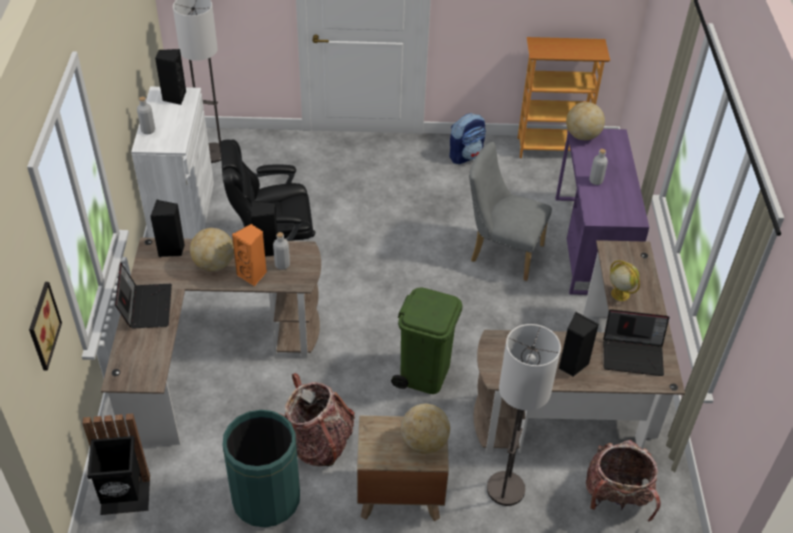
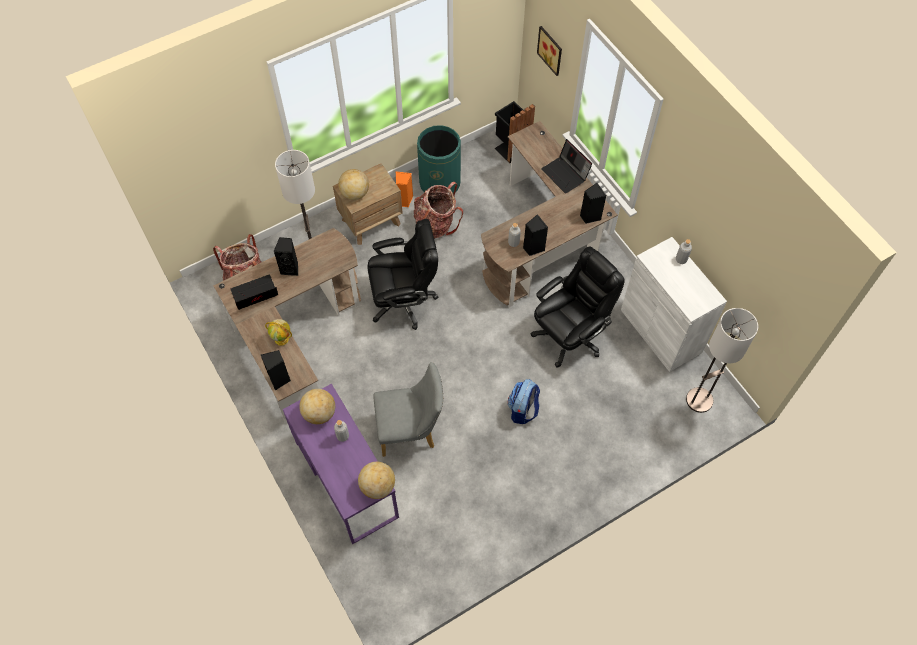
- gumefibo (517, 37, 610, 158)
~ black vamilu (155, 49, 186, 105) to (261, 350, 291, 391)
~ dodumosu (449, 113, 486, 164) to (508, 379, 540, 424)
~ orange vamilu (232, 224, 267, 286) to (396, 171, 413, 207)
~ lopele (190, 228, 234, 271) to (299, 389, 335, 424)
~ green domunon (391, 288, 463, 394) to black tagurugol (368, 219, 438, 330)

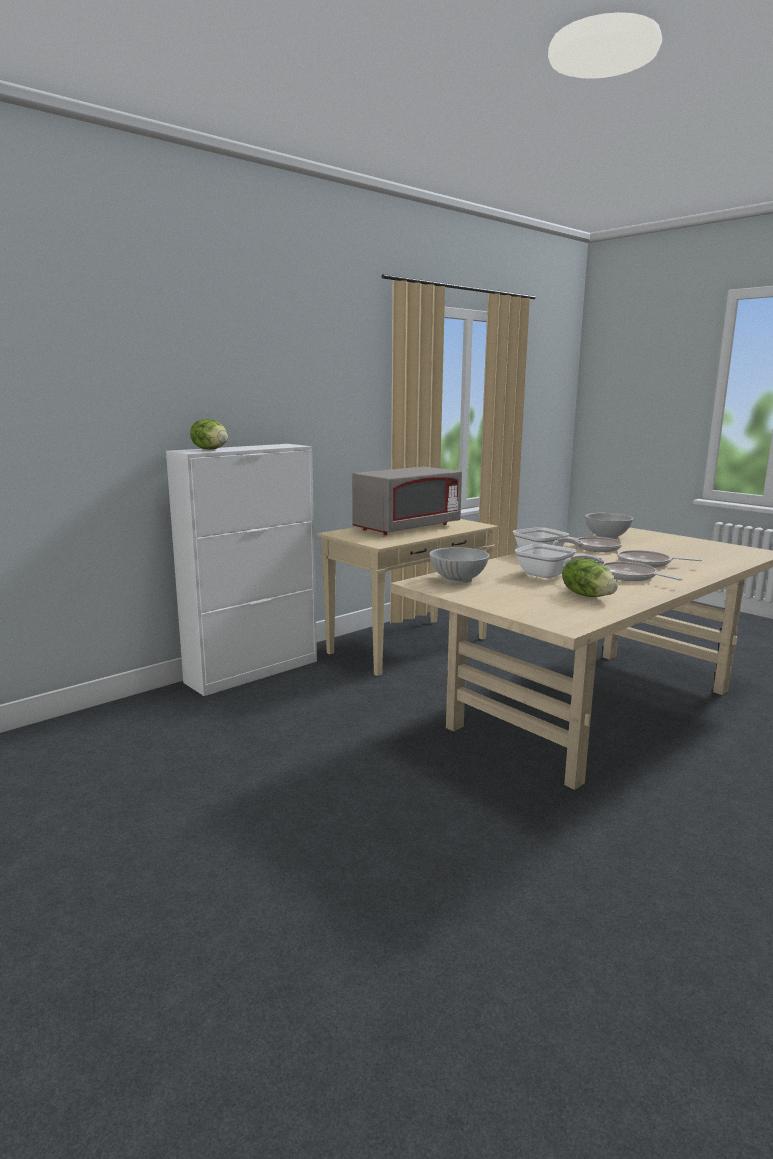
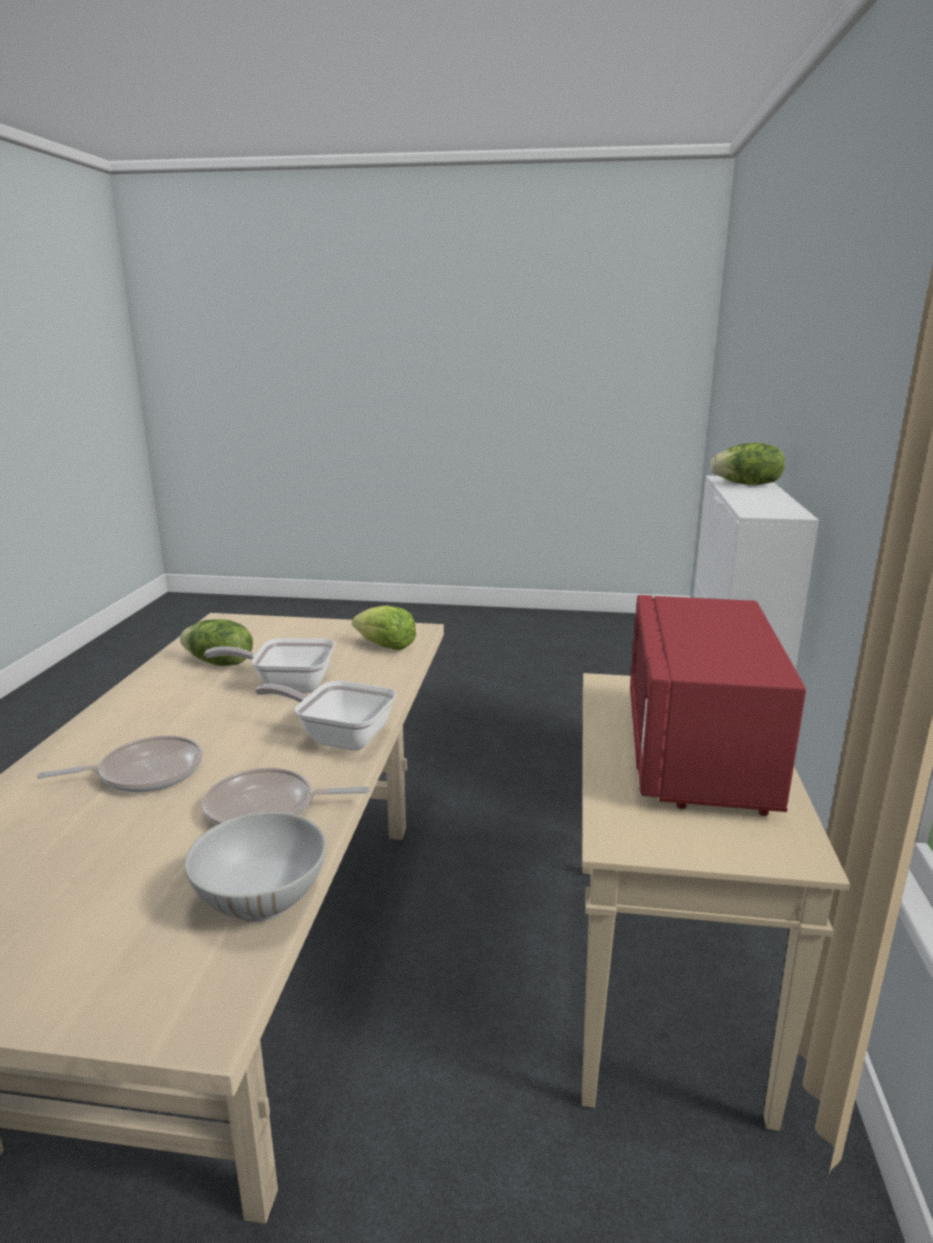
~ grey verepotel (352, 467, 462, 535) to red verepotel (630, 595, 806, 816)
~ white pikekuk (429, 547, 489, 583) to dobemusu (352, 605, 416, 650)
- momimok (603, 562, 683, 581)

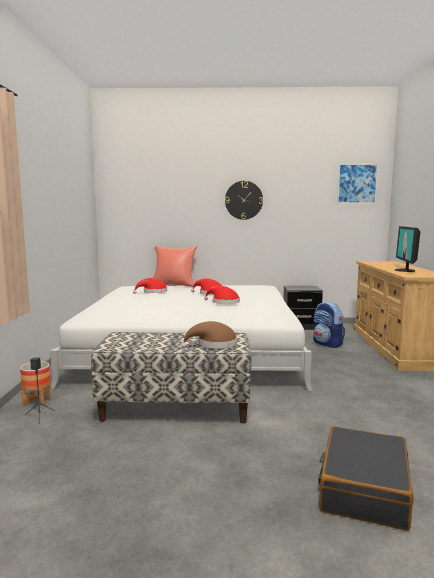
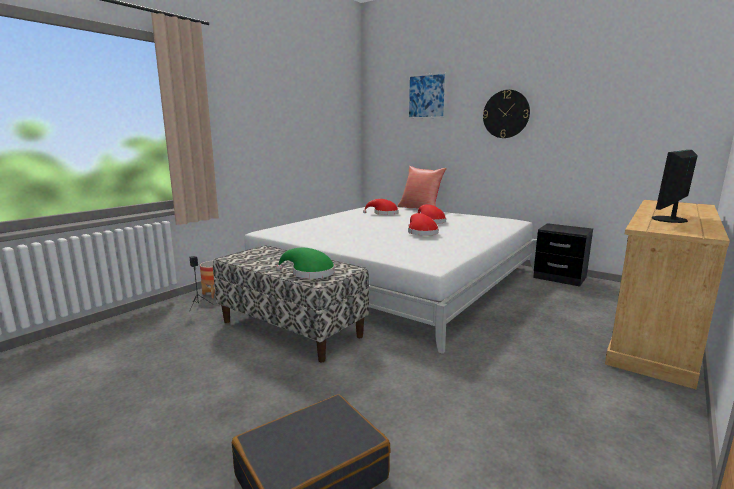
~ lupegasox (337, 164, 378, 204) to (408, 72, 447, 119)
- dodumosu (313, 302, 345, 348)
~ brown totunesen (181, 321, 237, 349) to green totunesen (276, 248, 335, 279)

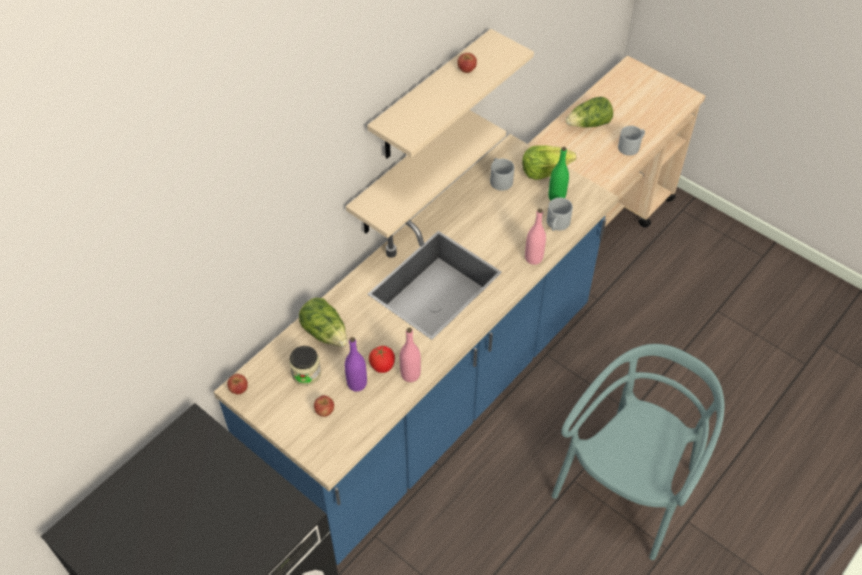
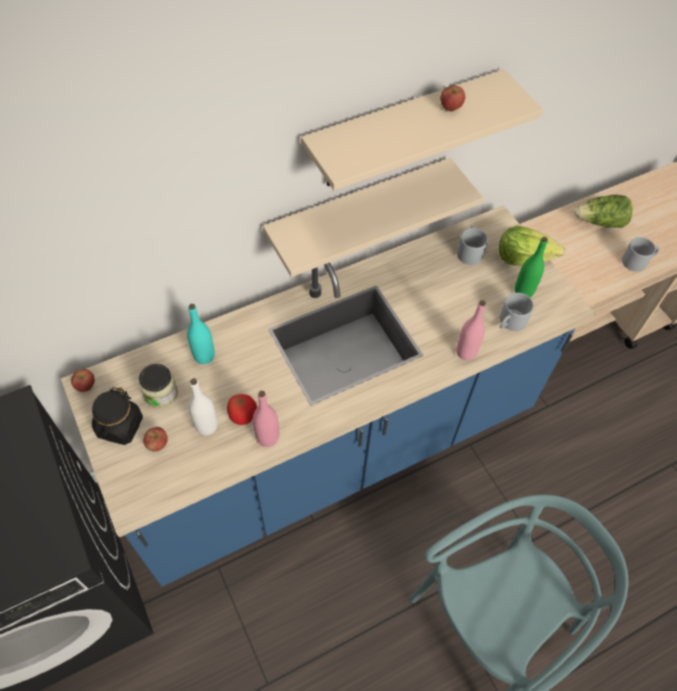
~ dobemusu (299, 298, 347, 347) to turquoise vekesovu (187, 304, 215, 364)
~ purple vekesovu (345, 337, 367, 392) to white vekesovu (189, 378, 218, 435)
+ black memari (92, 387, 143, 445)

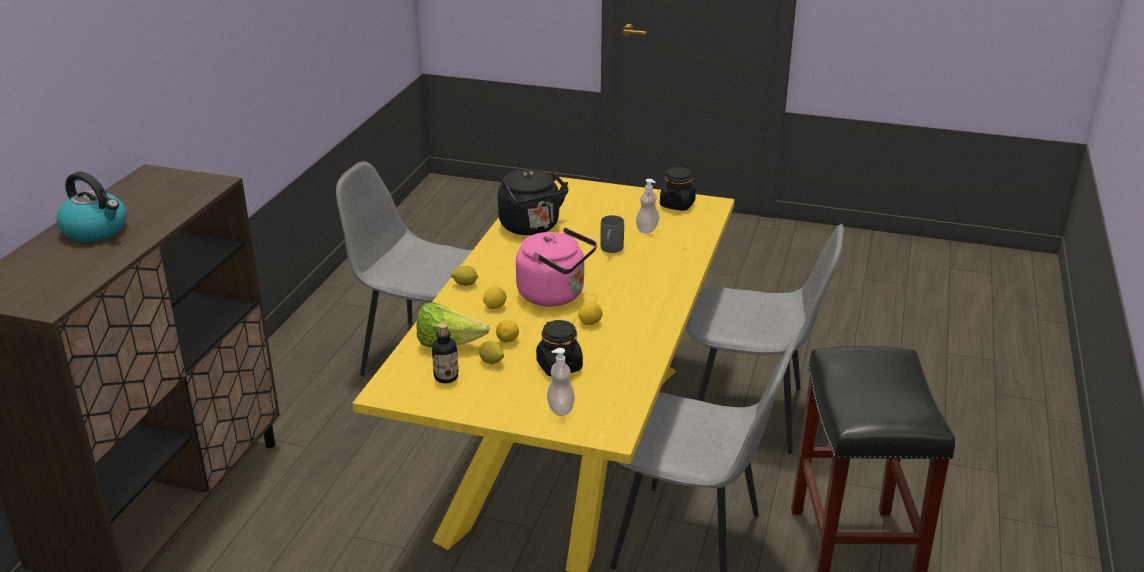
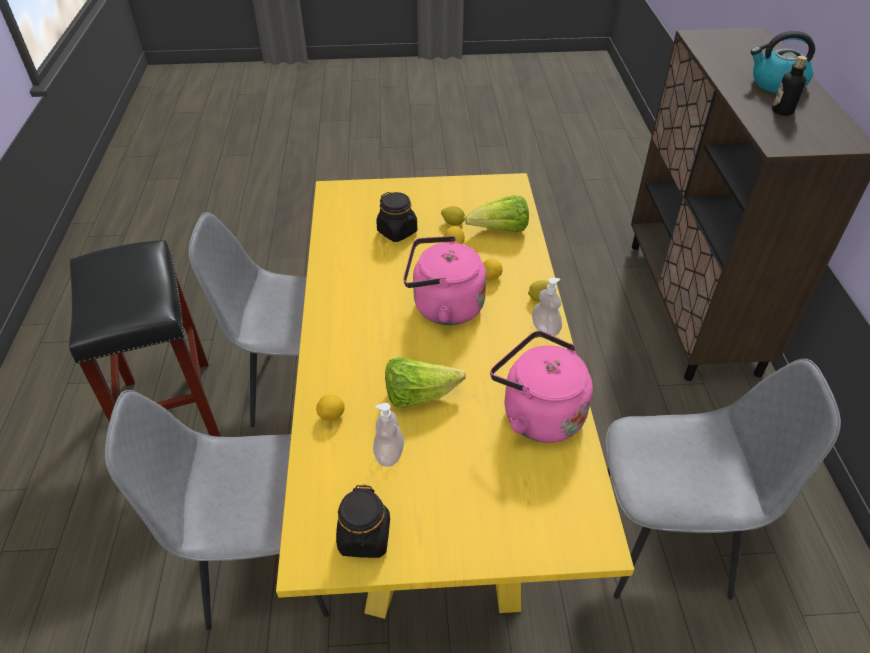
~ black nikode (498, 170, 568, 235) to pink nikode (490, 331, 593, 443)
~ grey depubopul (600, 215, 624, 253) to dobemusu (385, 357, 466, 408)
~ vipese (578, 302, 602, 325) to (316, 395, 345, 421)
~ vekesovu (432, 323, 458, 383) to (772, 56, 807, 116)
~ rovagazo (547, 348, 575, 416) to (532, 278, 562, 336)

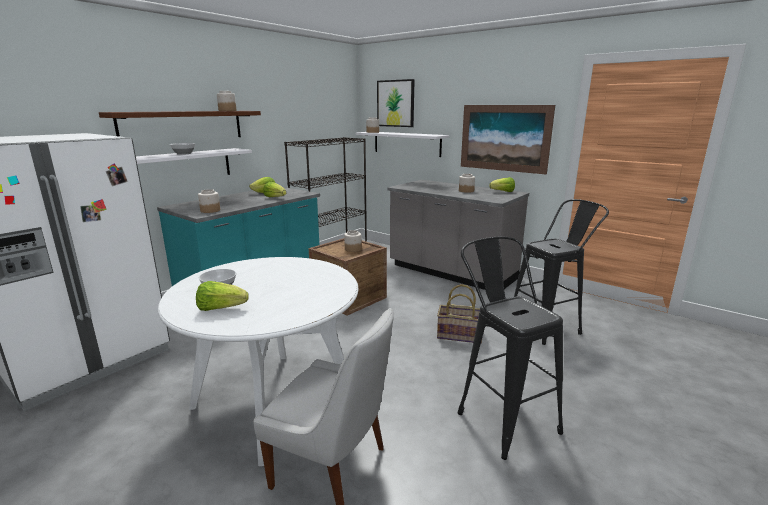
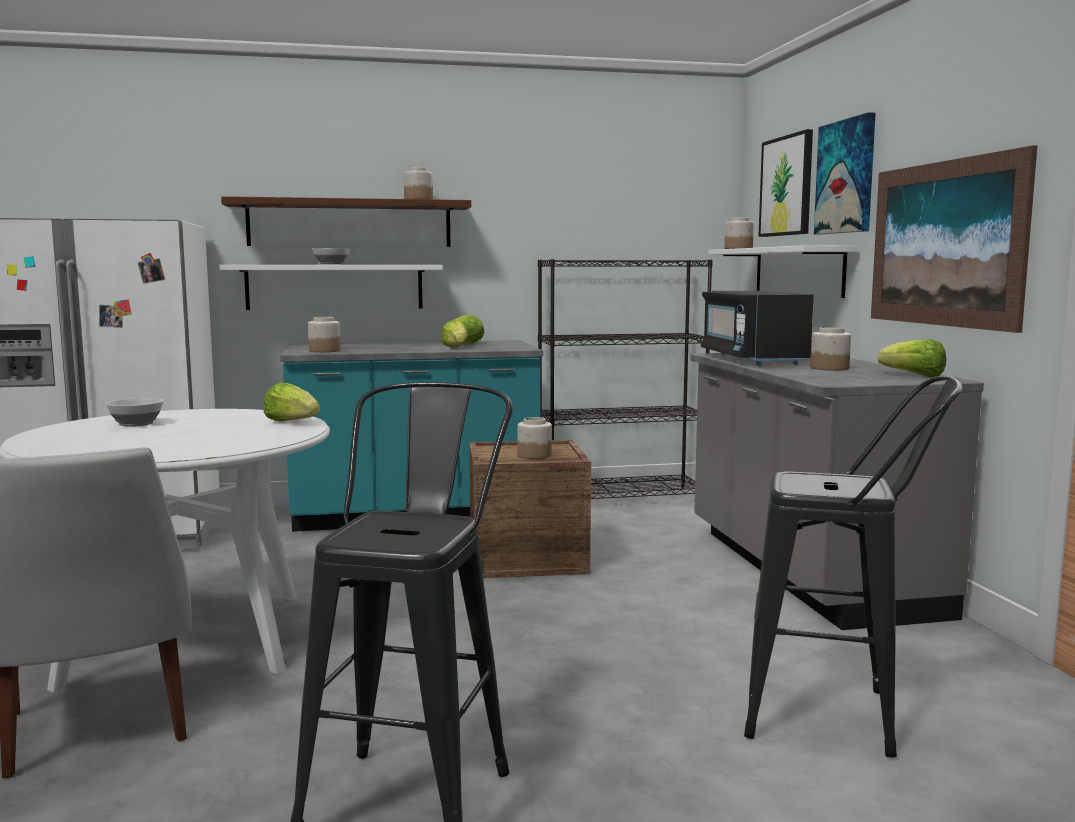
~ dobemusu (196, 281, 249, 311) to (264, 382, 320, 421)
- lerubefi (437, 284, 482, 343)
+ lupegasox (814, 112, 876, 235)
+ black verepotel (701, 291, 814, 365)

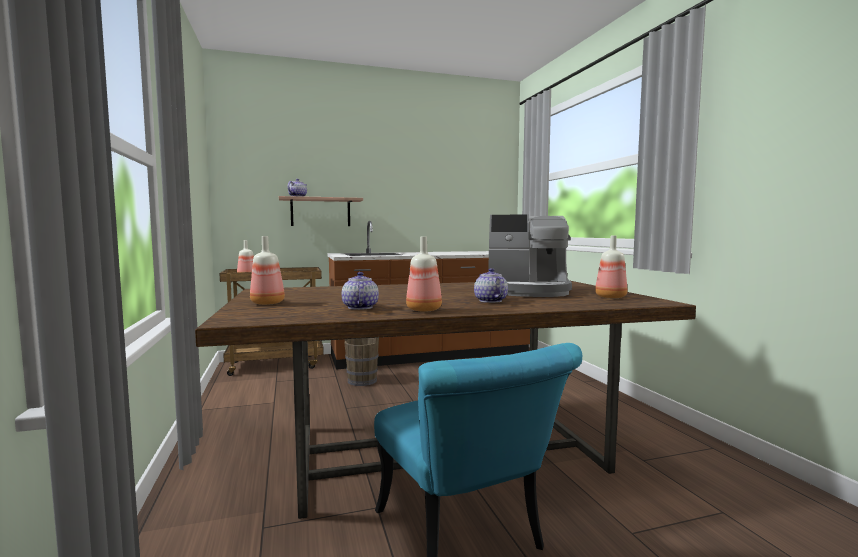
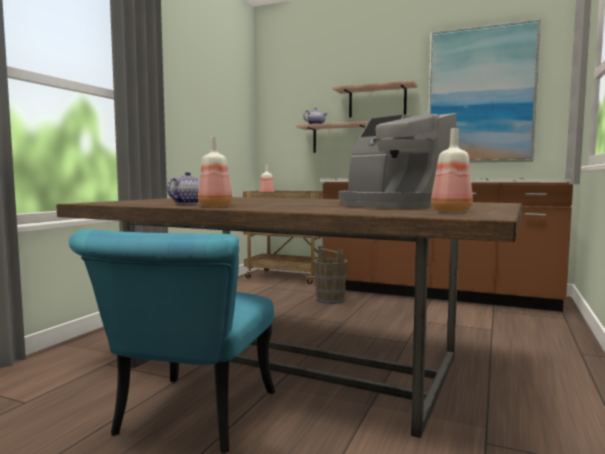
- vekesovu (250, 236, 285, 305)
- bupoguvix (474, 268, 508, 303)
+ lupegasox (428, 19, 541, 162)
+ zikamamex (333, 80, 418, 117)

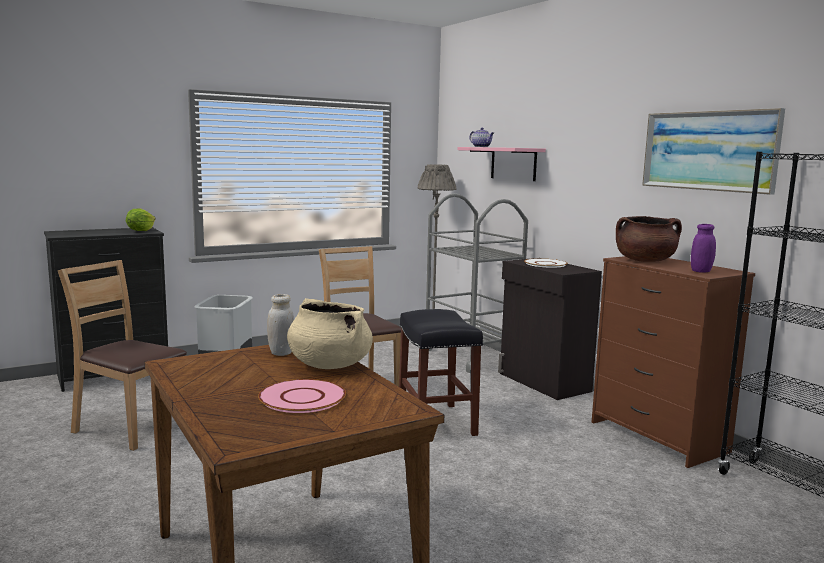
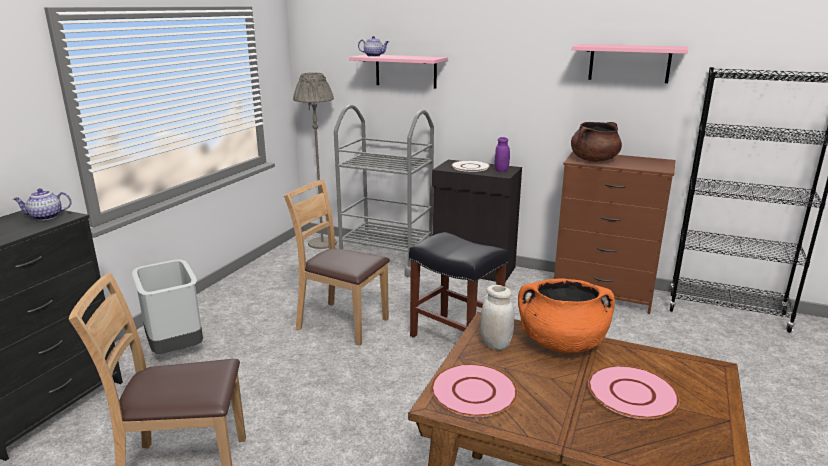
~ lupegasox (642, 108, 785, 195) to pink zikamamex (572, 44, 688, 83)
~ dobemusu (126, 209, 156, 231) to bupoguvix (13, 188, 72, 220)
~ purple memari (691, 224, 716, 273) to (495, 137, 510, 172)
~ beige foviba (287, 298, 373, 369) to orange foviba (518, 279, 615, 354)
+ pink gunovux (431, 364, 518, 417)

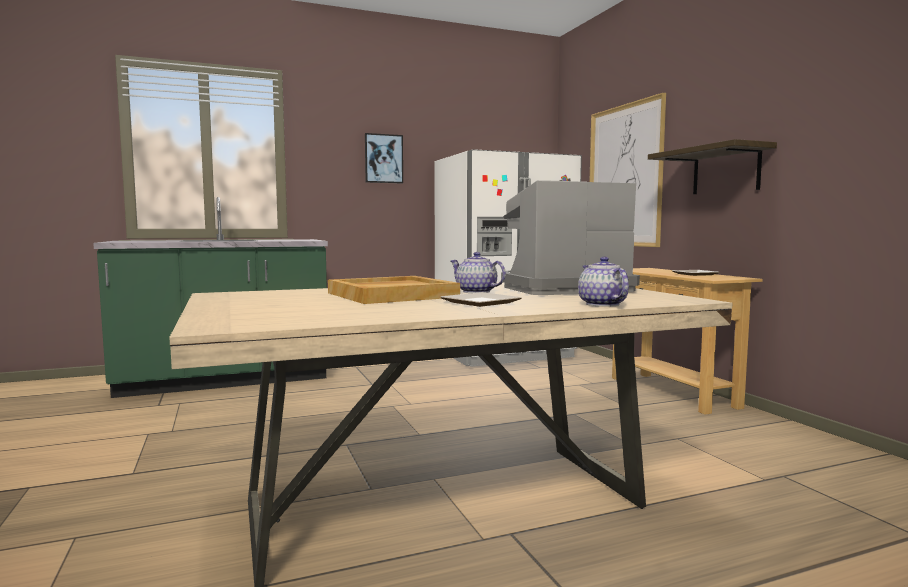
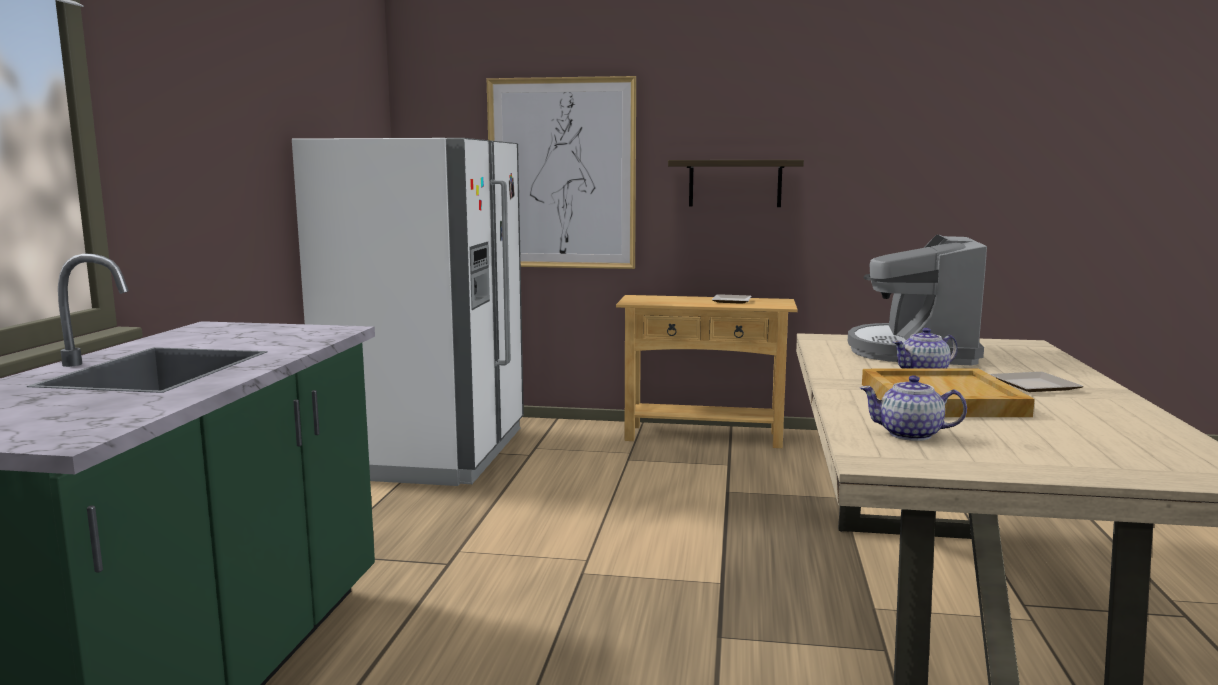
- lupegasox (365, 133, 403, 184)
~ bupoguvix (578, 257, 629, 307) to (860, 375, 967, 441)

